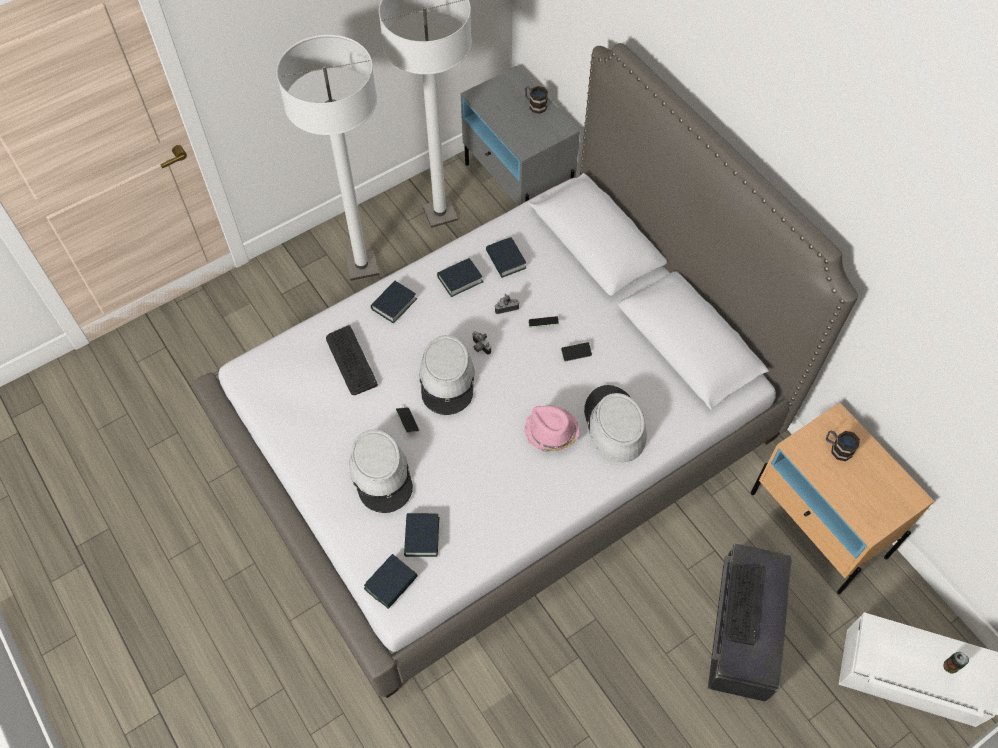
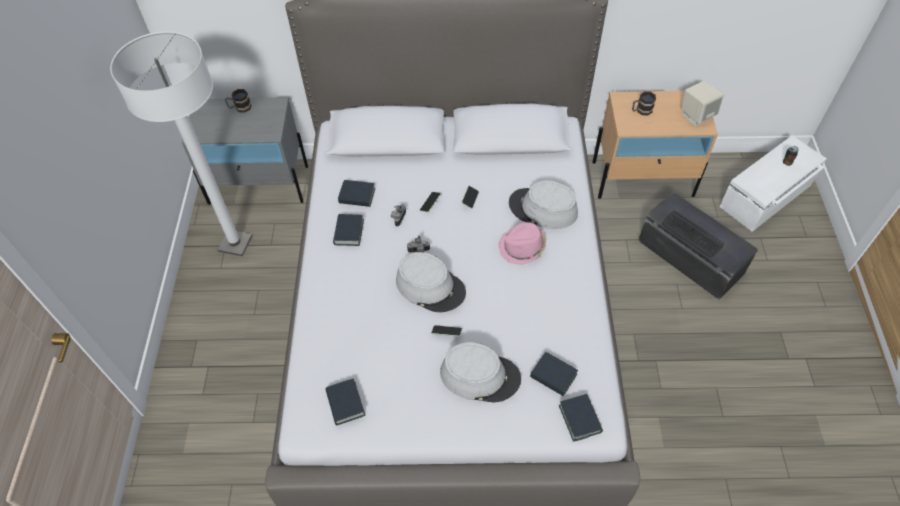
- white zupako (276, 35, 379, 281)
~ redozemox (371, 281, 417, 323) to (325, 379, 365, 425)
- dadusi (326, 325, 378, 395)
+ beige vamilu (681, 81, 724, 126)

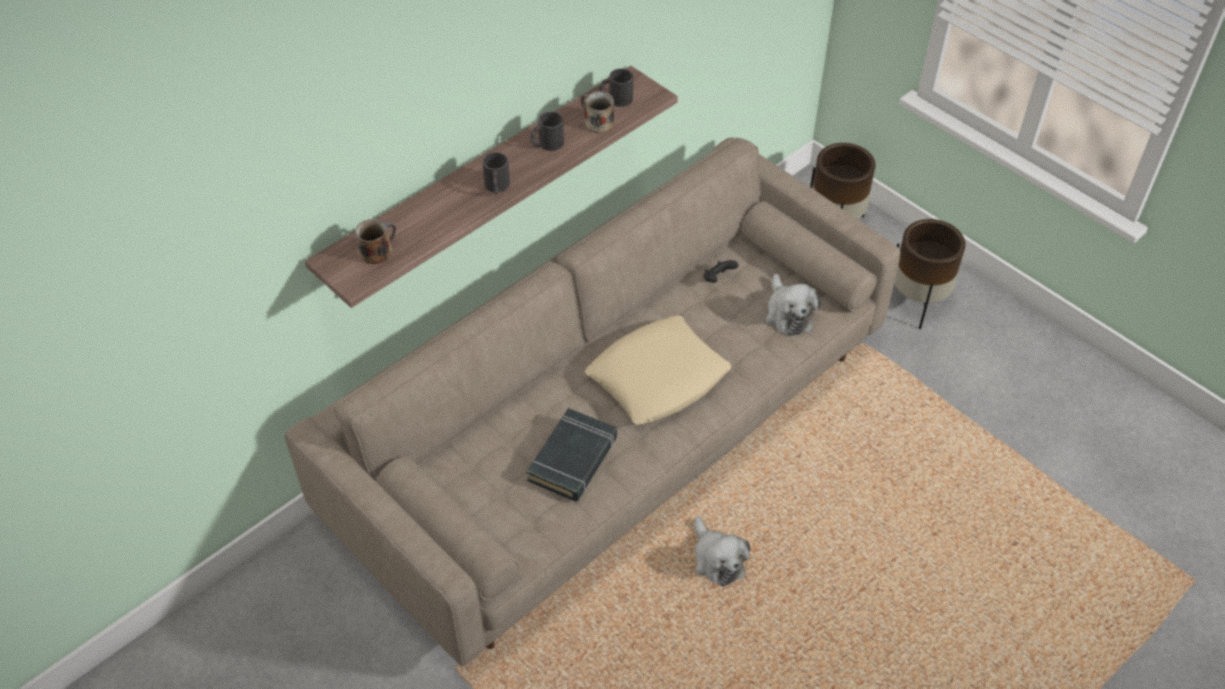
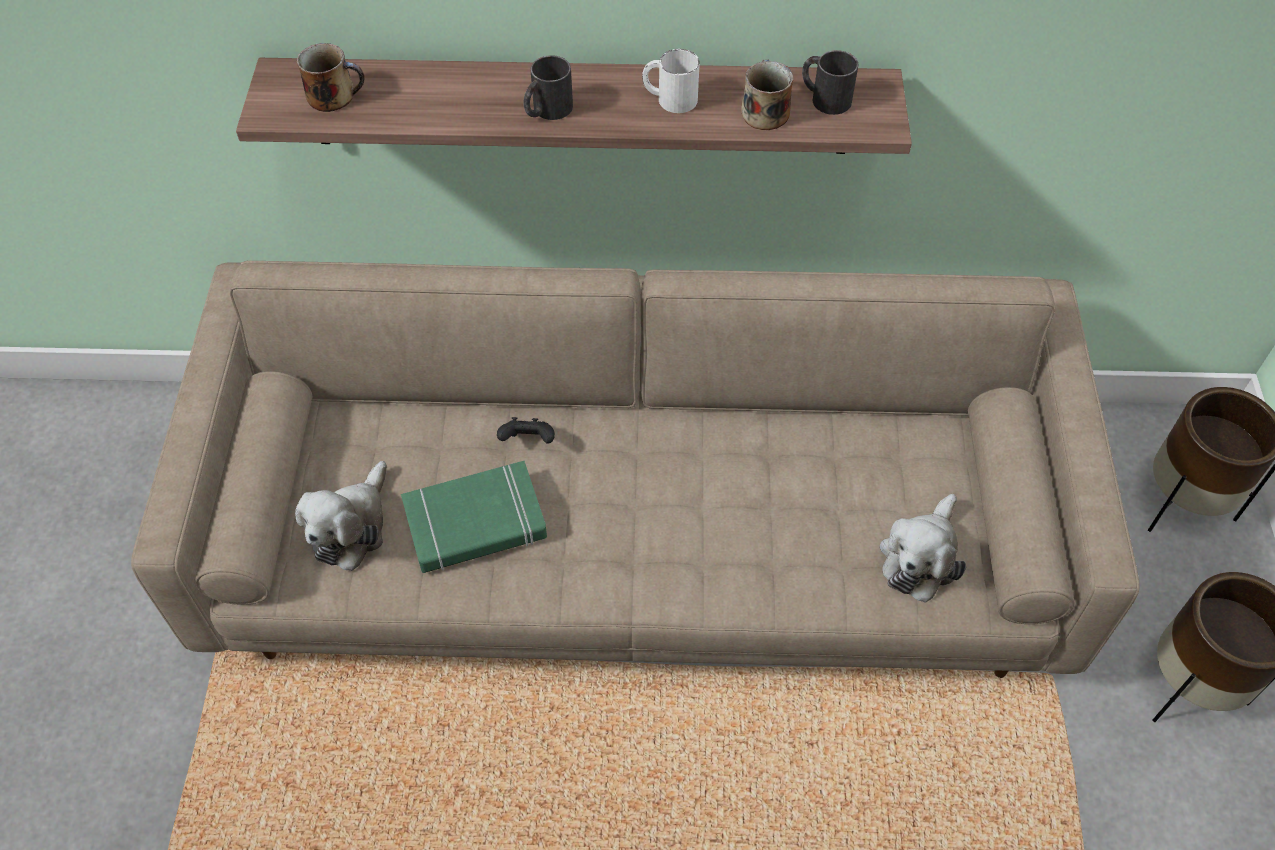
~ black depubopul (530, 111, 564, 151) to white depubopul (642, 49, 700, 113)
~ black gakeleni (703, 260, 739, 283) to (497, 417, 555, 444)
- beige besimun (585, 315, 731, 425)
~ black redozemox (526, 408, 617, 501) to green redozemox (401, 461, 547, 573)
~ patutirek (694, 516, 750, 587) to (295, 461, 387, 571)

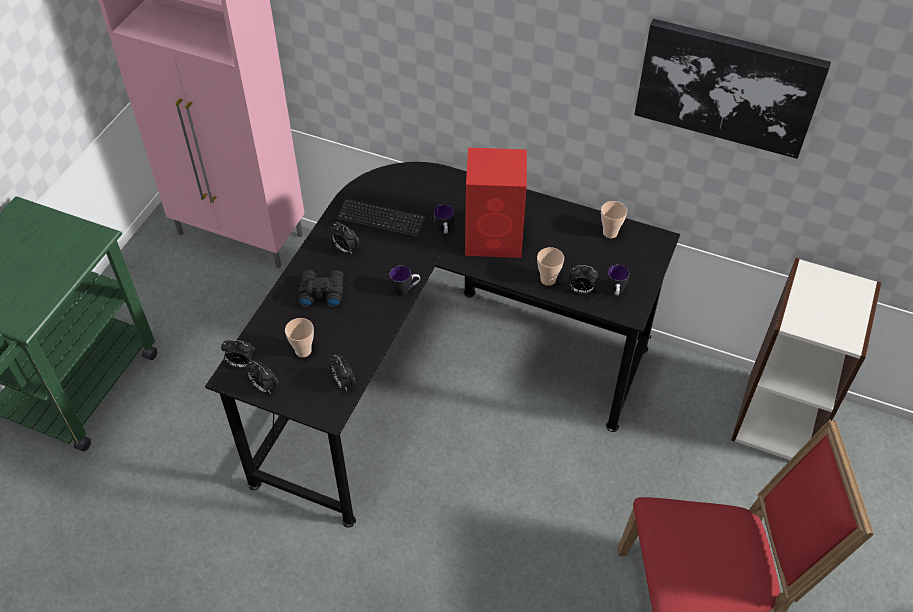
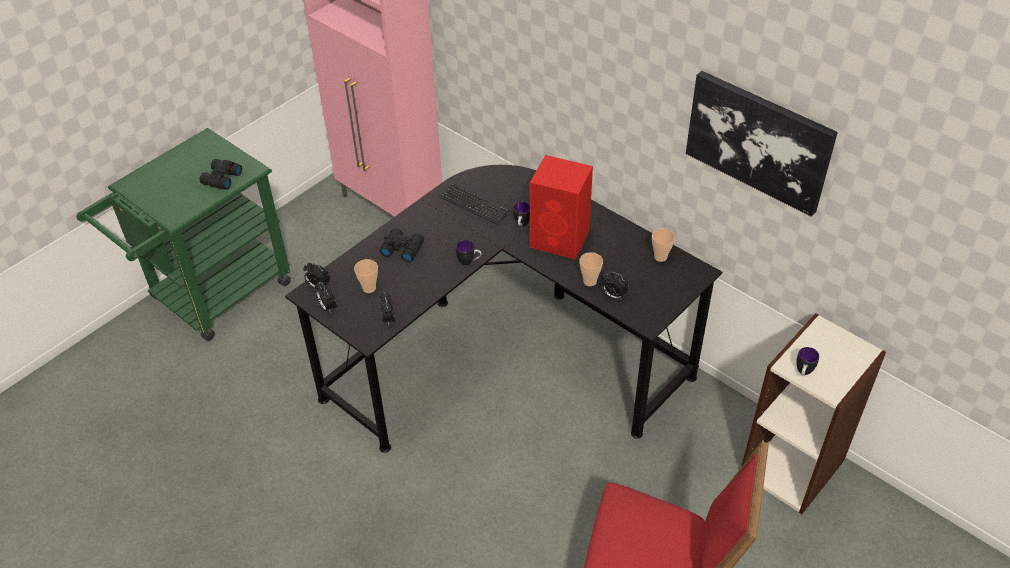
- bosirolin (331, 222, 359, 254)
~ depubopul (606, 265, 629, 296) to (796, 347, 819, 375)
+ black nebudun (199, 159, 242, 190)

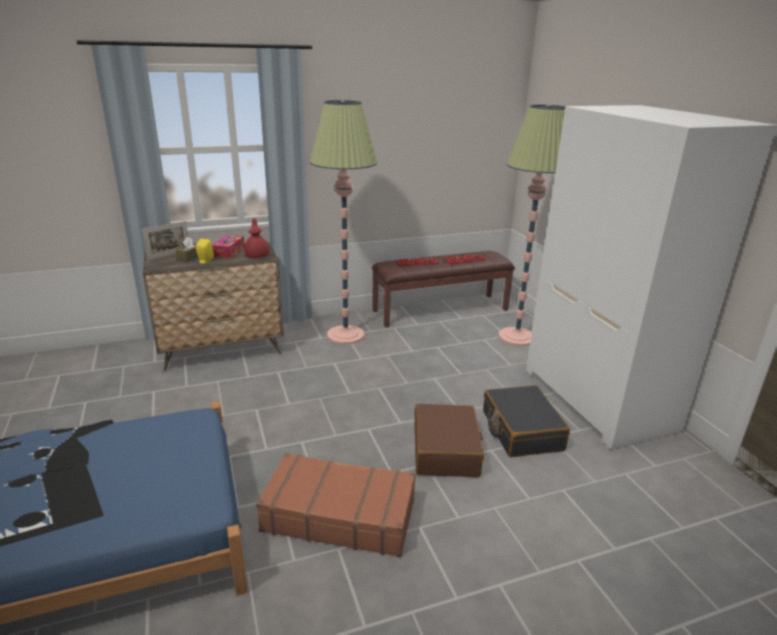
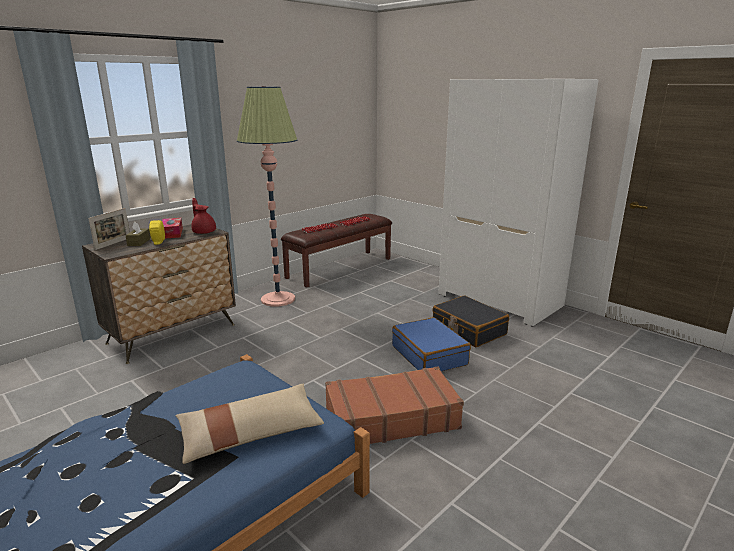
- zupako (498, 105, 565, 346)
~ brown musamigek (414, 404, 484, 478) to blue musamigek (392, 317, 471, 371)
+ beige besimun (176, 384, 324, 464)

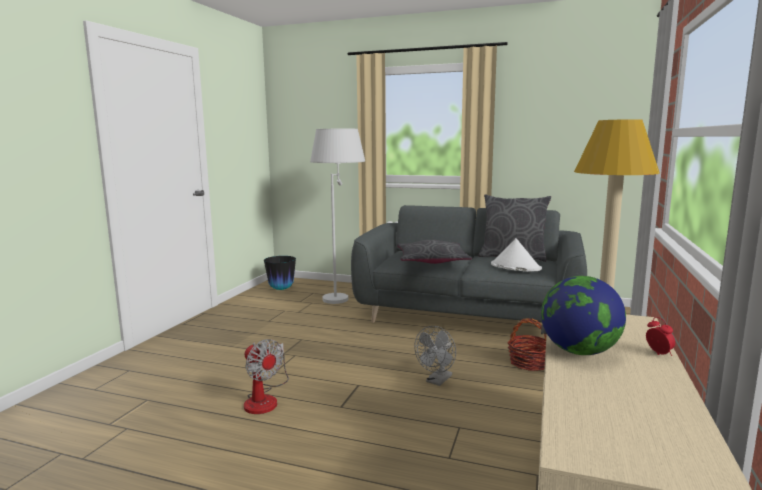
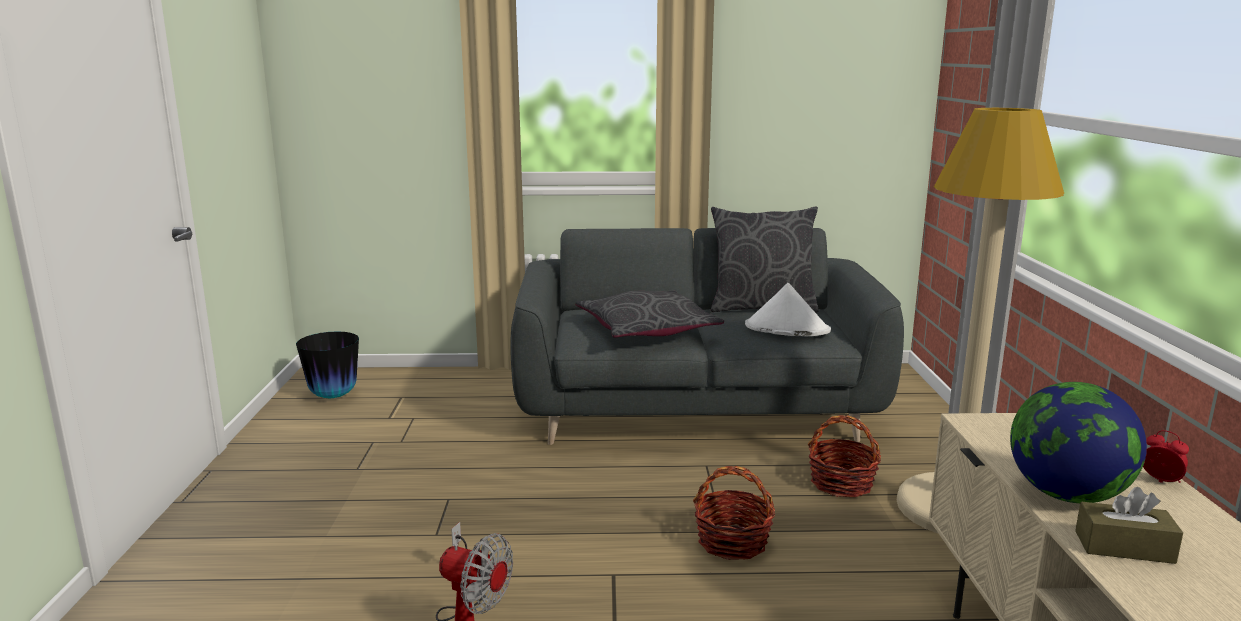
- white zupako (310, 129, 365, 304)
~ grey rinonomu (414, 326, 456, 386) to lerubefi (693, 466, 775, 560)
+ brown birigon (1075, 487, 1183, 564)

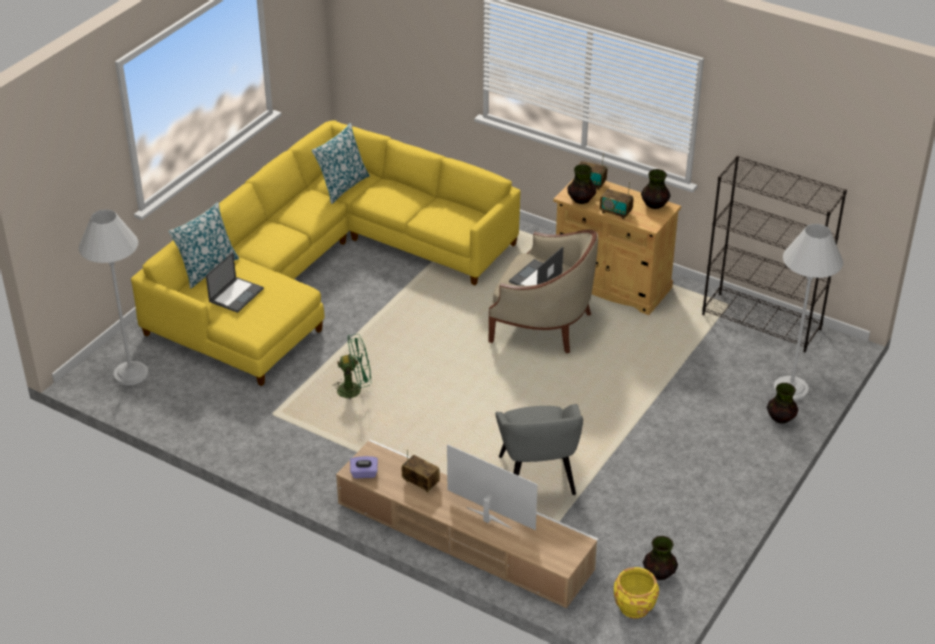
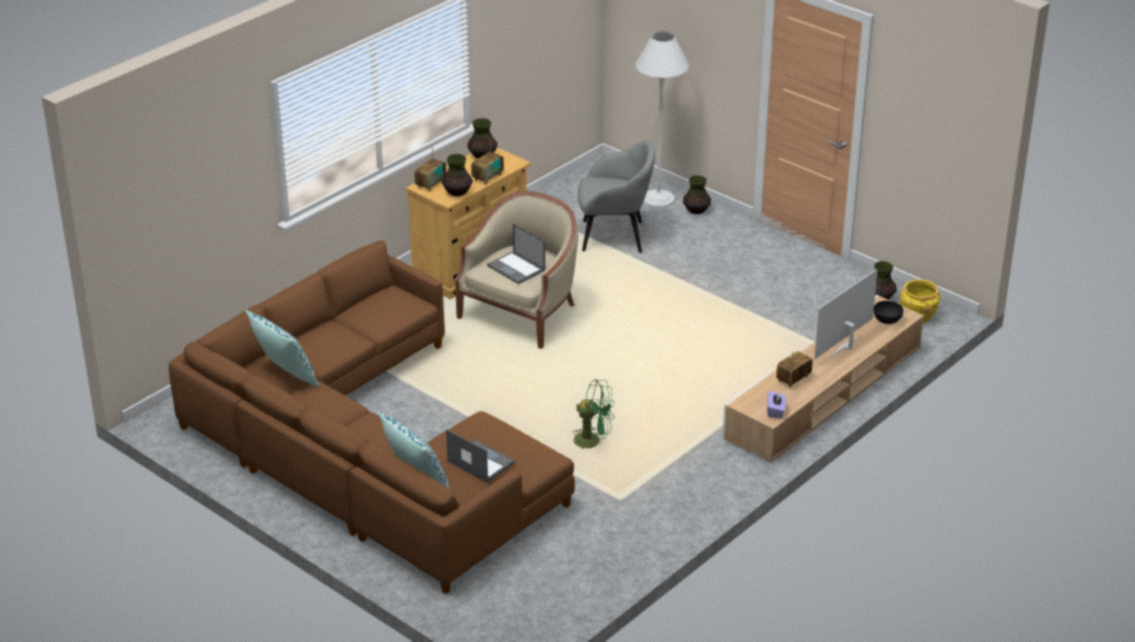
~ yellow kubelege (131, 120, 521, 386) to brown kubelege (169, 240, 575, 594)
- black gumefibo (702, 156, 847, 353)
- white zupako (79, 209, 149, 386)
~ green rinonomu (333, 334, 371, 399) = (572, 379, 614, 449) 105 degrees clockwise
~ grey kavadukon (495, 404, 583, 495) to (577, 141, 655, 253)
+ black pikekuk (874, 301, 903, 324)

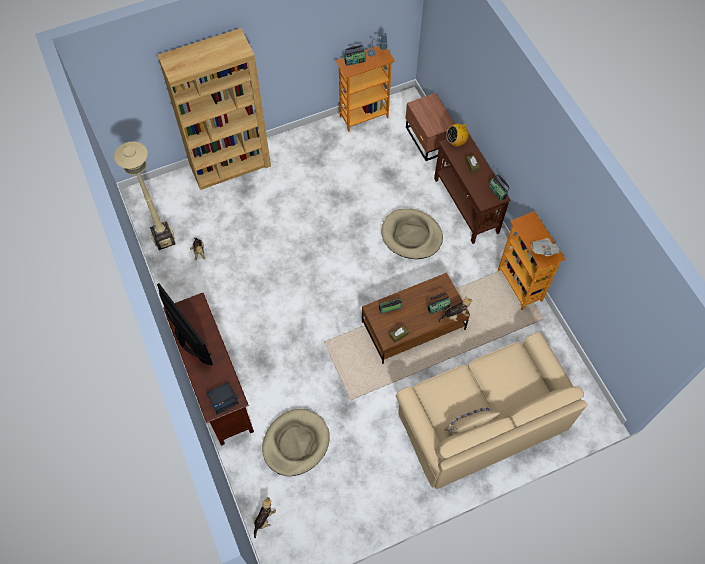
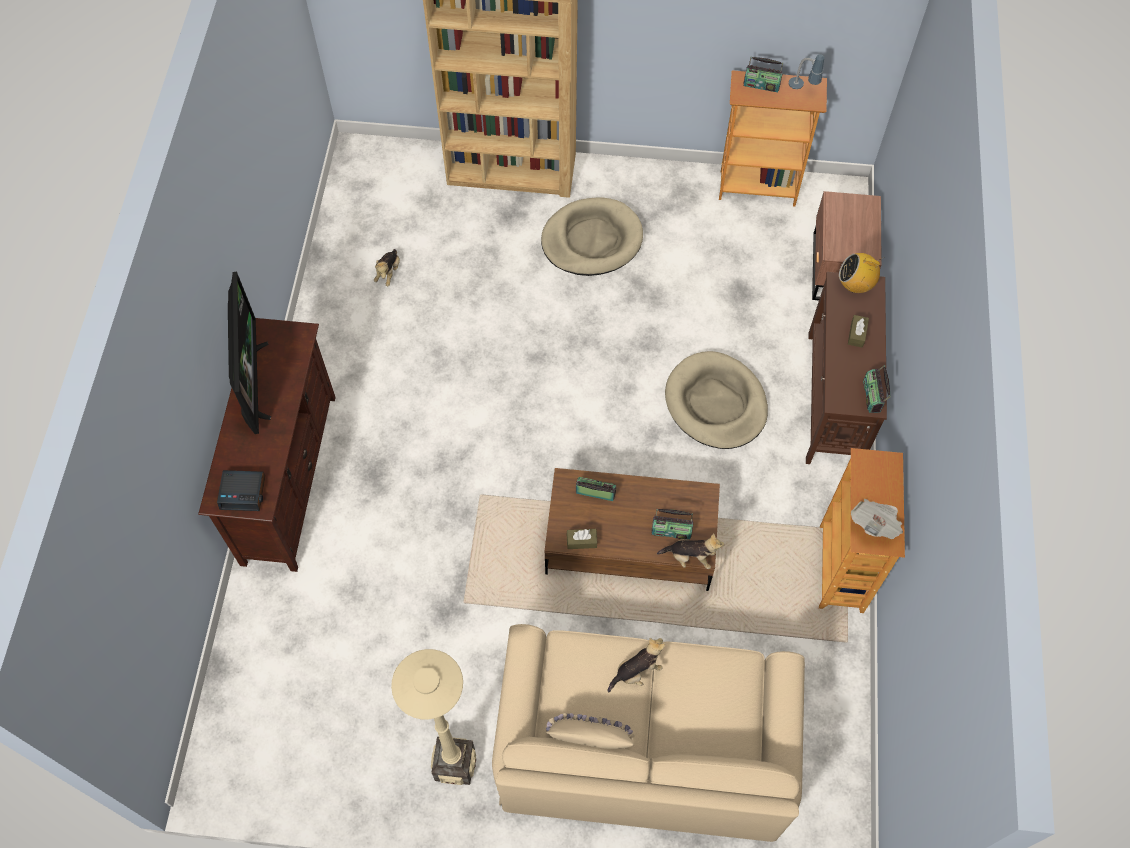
~ beige zupako (114, 141, 175, 250) to (391, 649, 476, 785)
~ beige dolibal (262, 409, 330, 476) to (541, 197, 643, 276)
~ patutirek (254, 497, 276, 538) to (608, 638, 665, 692)

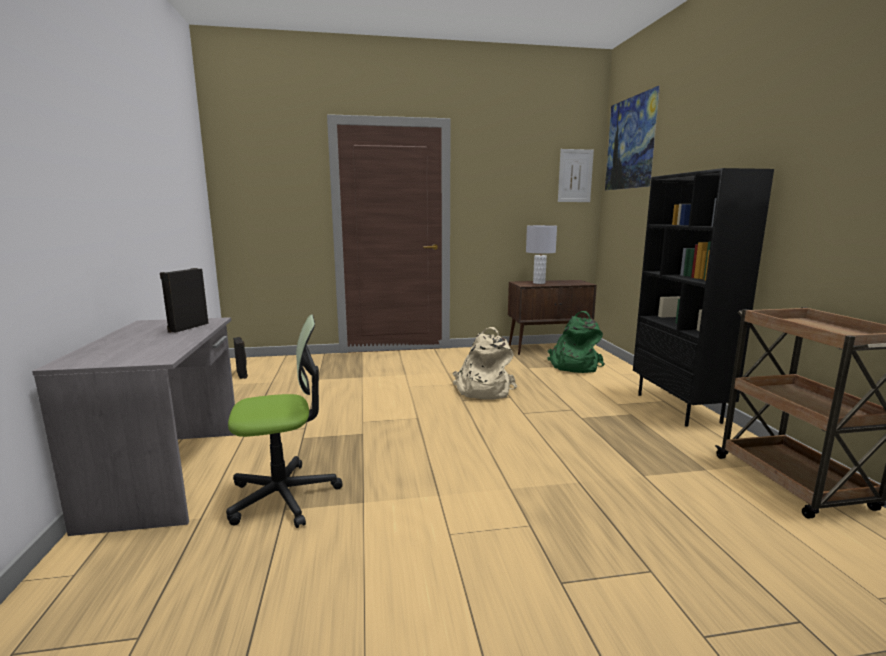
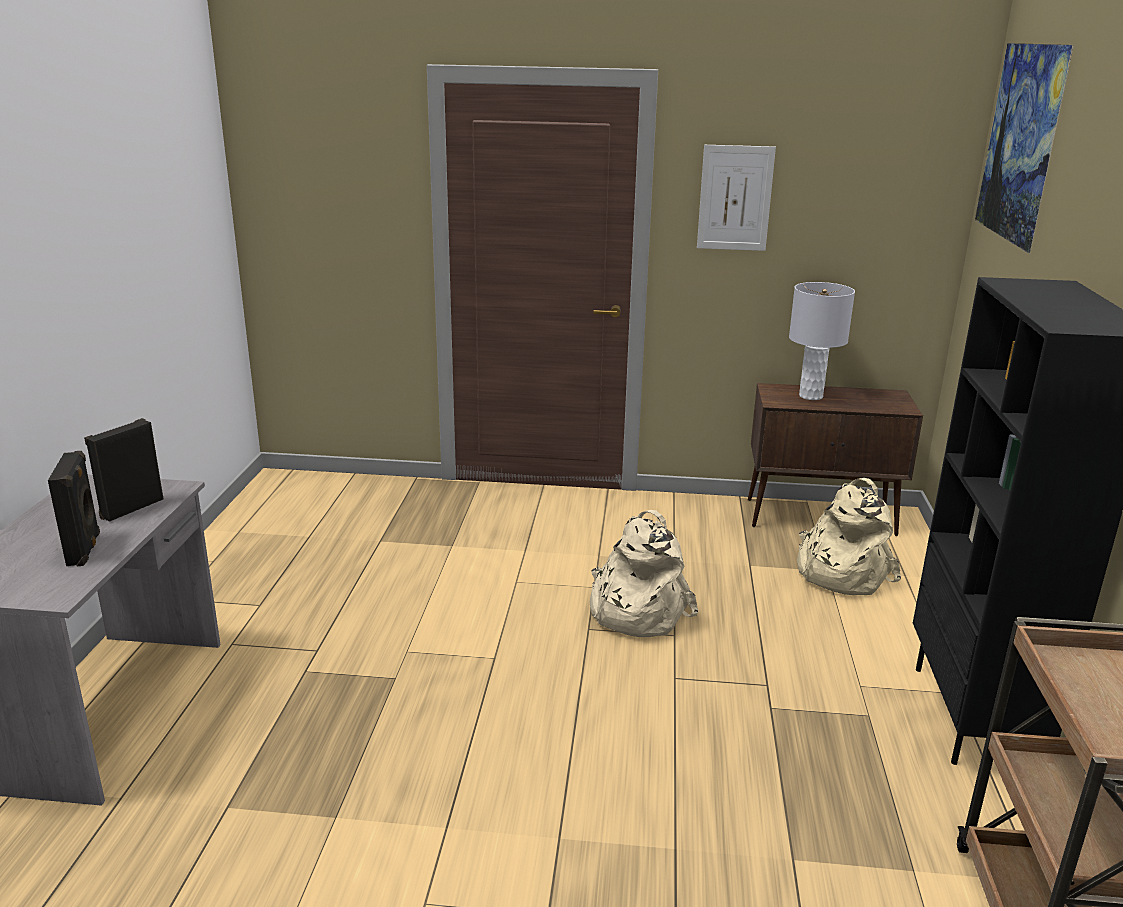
~ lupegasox (558, 149, 594, 202) to (697, 145, 776, 251)
~ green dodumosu (547, 311, 605, 373) to beige dodumosu (797, 478, 901, 595)
- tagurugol (226, 314, 343, 528)
~ black vamilu (233, 337, 248, 379) to (48, 451, 100, 566)

